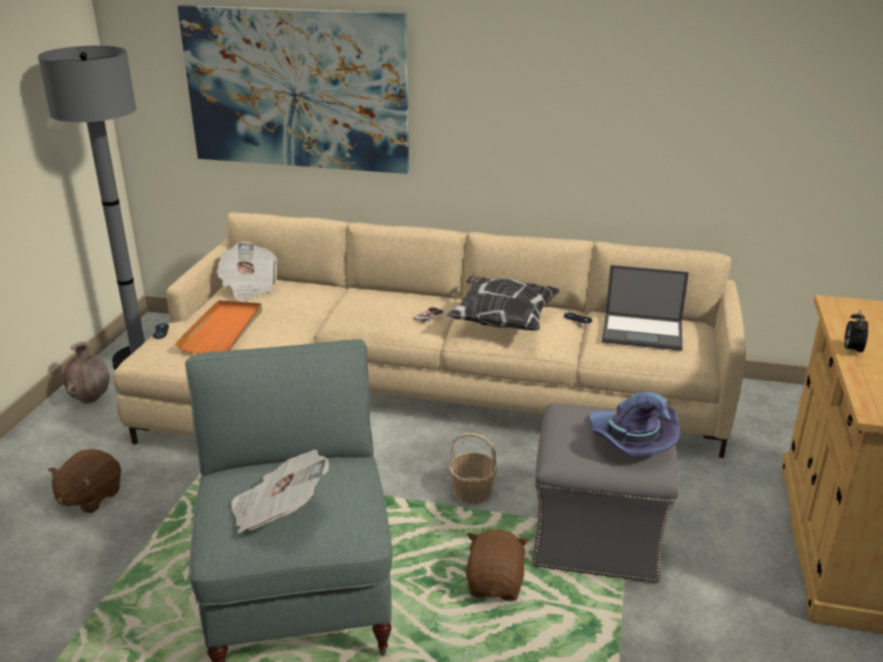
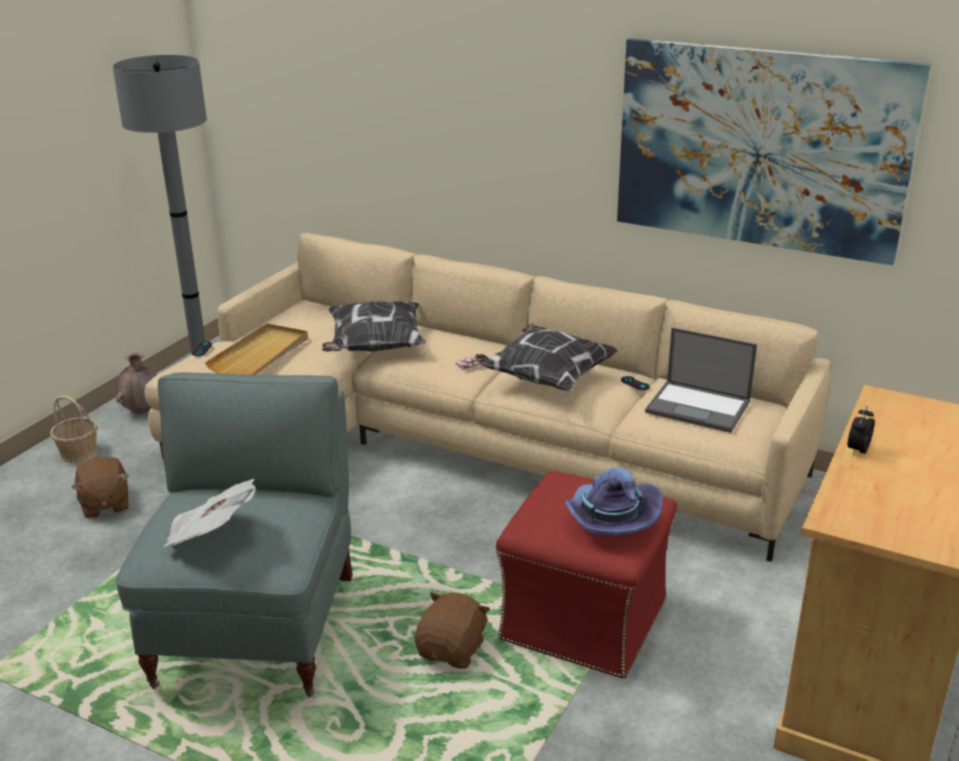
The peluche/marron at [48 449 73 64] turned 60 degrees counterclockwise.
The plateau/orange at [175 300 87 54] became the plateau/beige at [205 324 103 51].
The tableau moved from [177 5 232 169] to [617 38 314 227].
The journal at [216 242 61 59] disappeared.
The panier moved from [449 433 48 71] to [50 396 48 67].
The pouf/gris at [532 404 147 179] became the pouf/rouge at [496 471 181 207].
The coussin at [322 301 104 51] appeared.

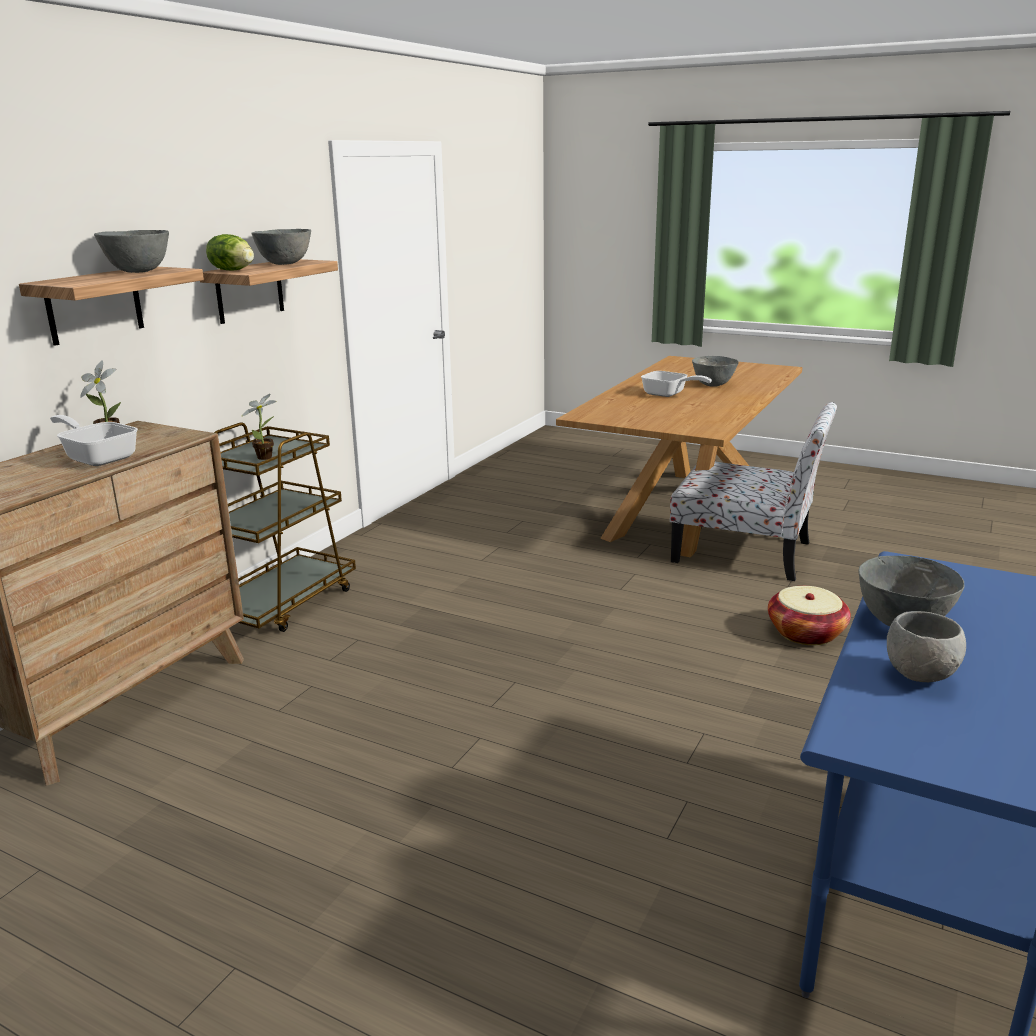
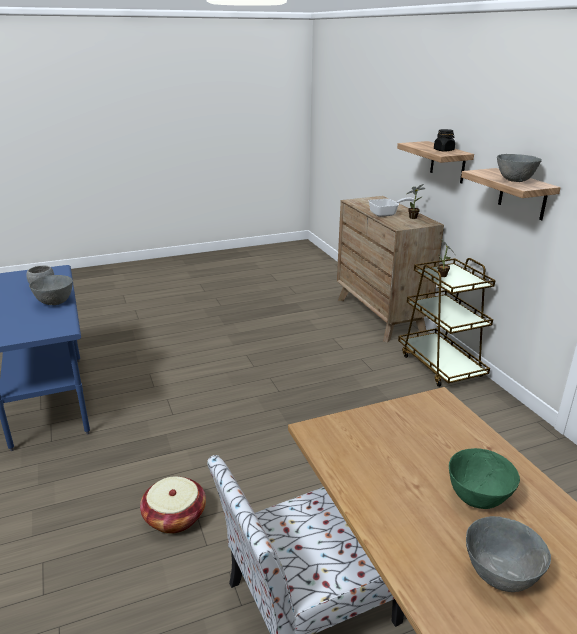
The bol/gris at [94 230 75 43] was replaced by the bocal/noir at [434 129 21 23].
The laitue at [206 234 48 37] disappeared.
The poêle at [641 371 71 26] was replaced by the bol/vert at [449 448 71 61].

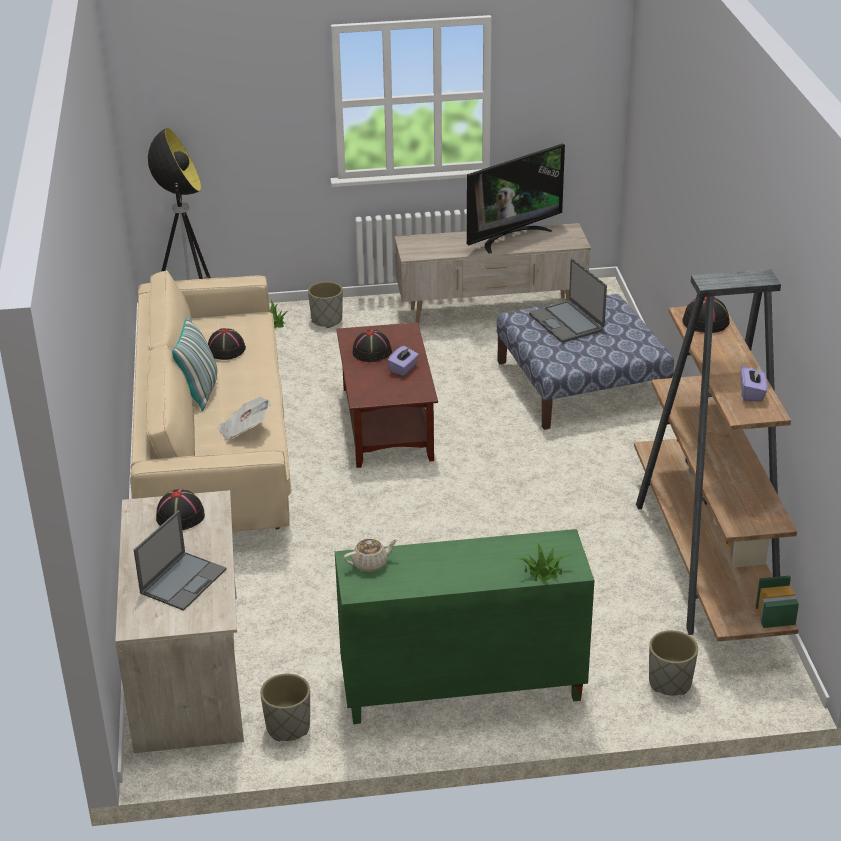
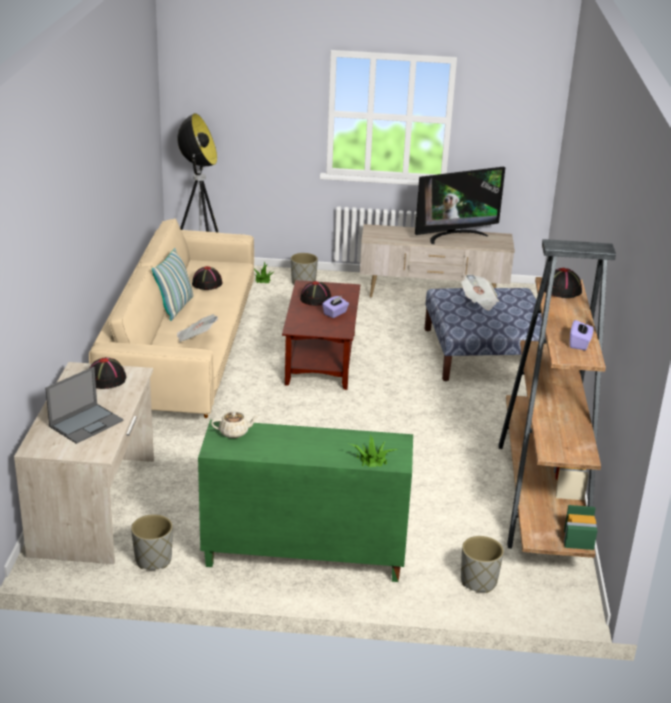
The ordinateur portable at [529 259 78 84] was replaced by the journal at [461 274 38 36].

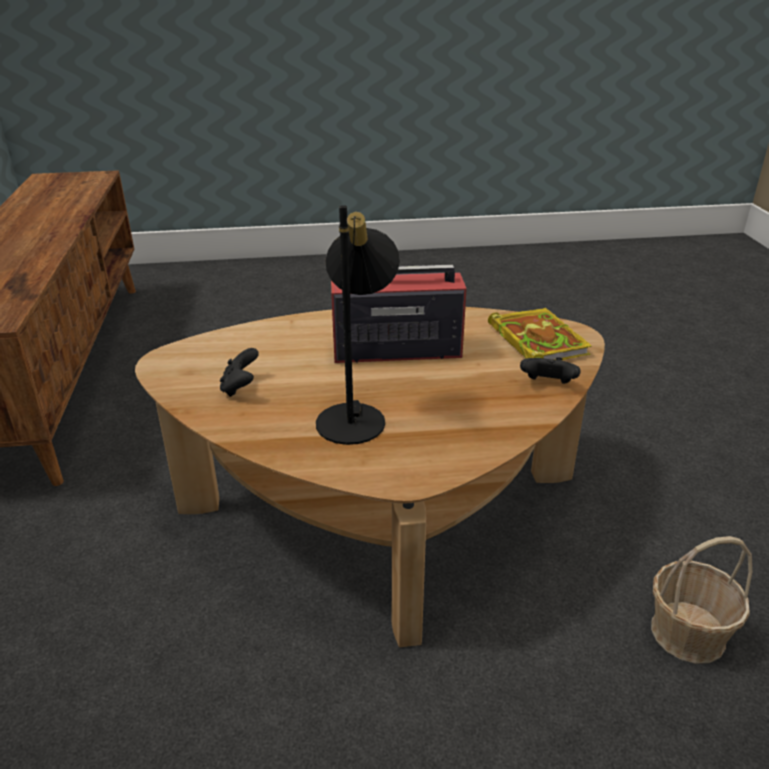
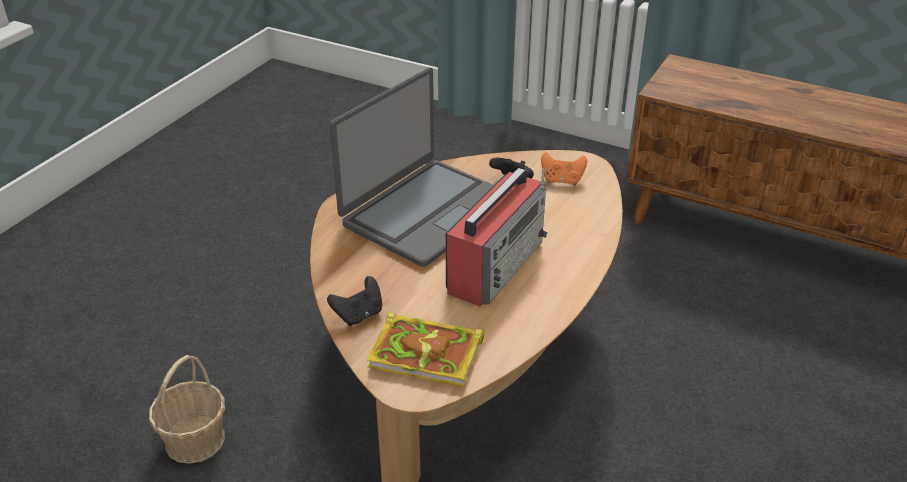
The lampe de table/noir at [316 205 84 240] was replaced by the ordinateur portable at [330 68 164 199].
The manette/orange at [541 152 46 34] appeared.

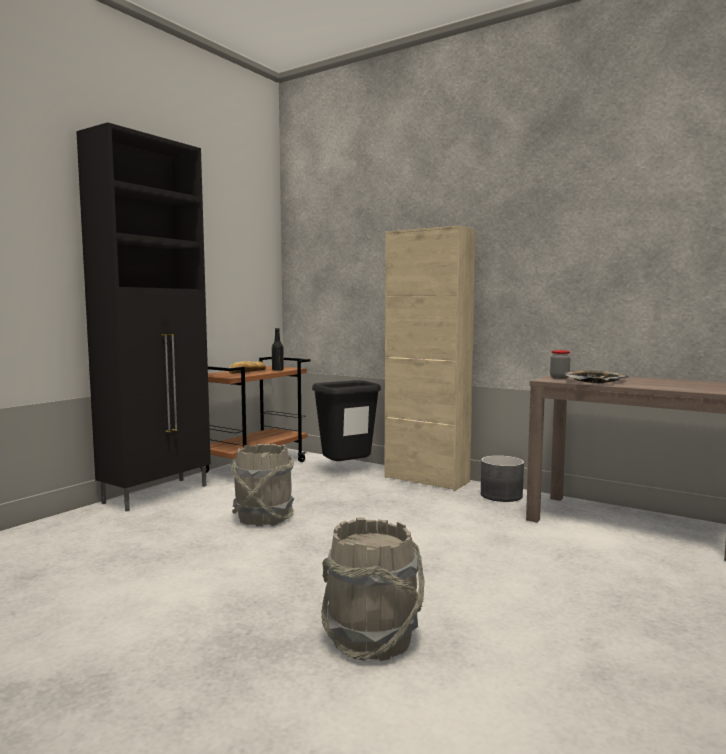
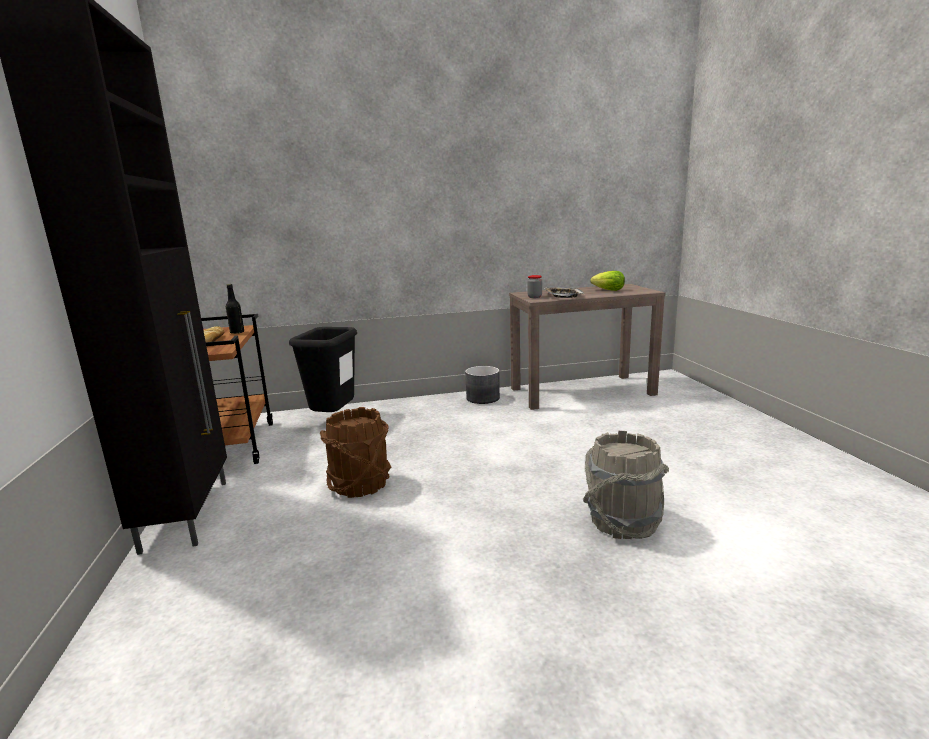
The seau/gris at [231 444 63 82] became the seau/marron at [320 407 71 91].
The meuble de rangement/beige at [384 225 92 266] disappeared.
The laitue at [590 271 35 20] appeared.

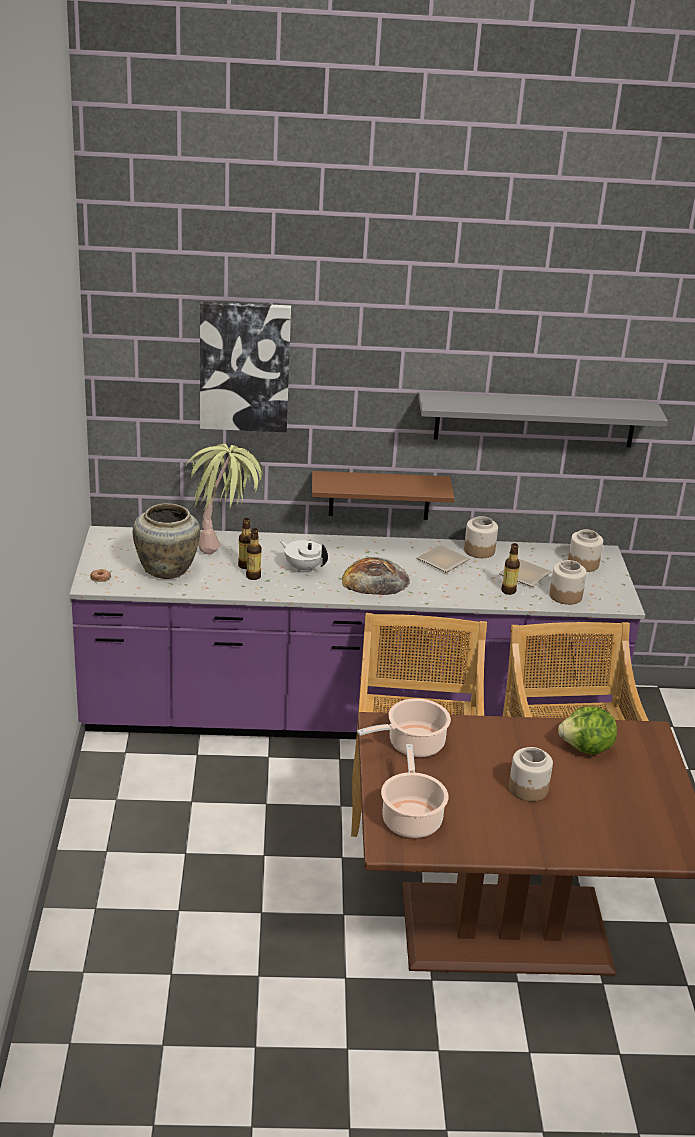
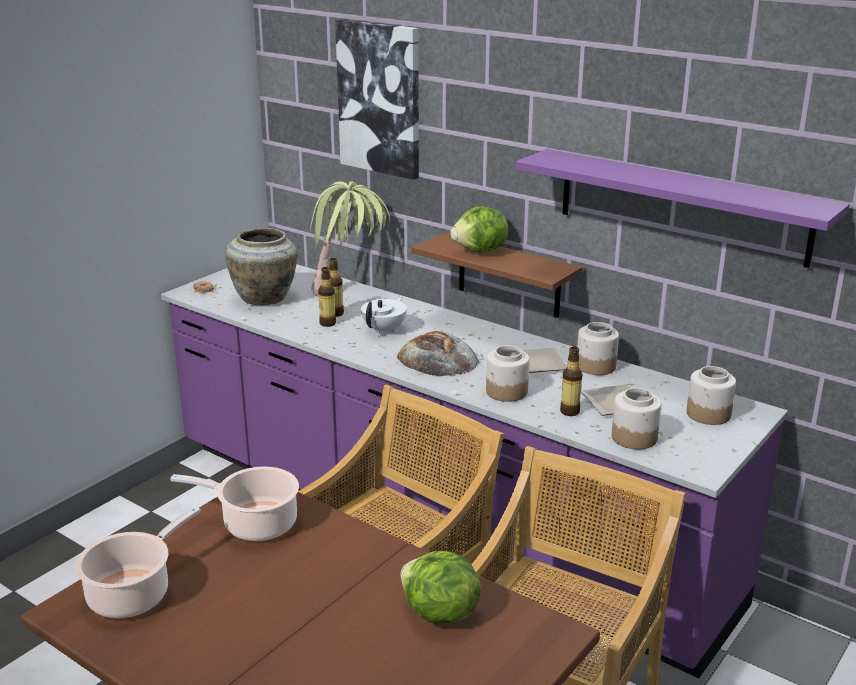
The théière/blanc at [279 540 49 32] turned 45 degrees clockwise.
The étagère/gris at [418 391 250 56] became the étagère/violet at [516 149 334 119].
The bocal moved from [509 747 44 55] to [486 345 43 57].
The laitue at [450 206 58 47] appeared.

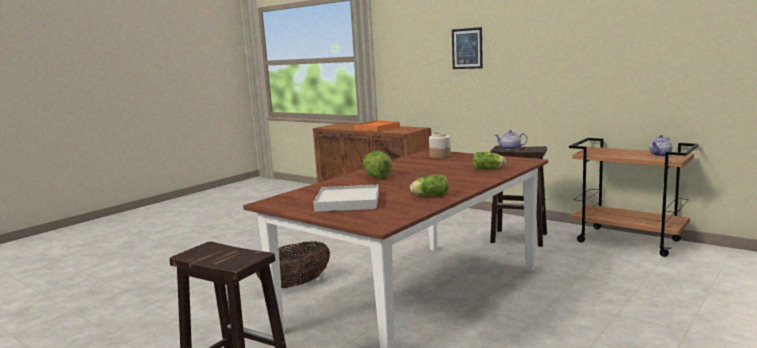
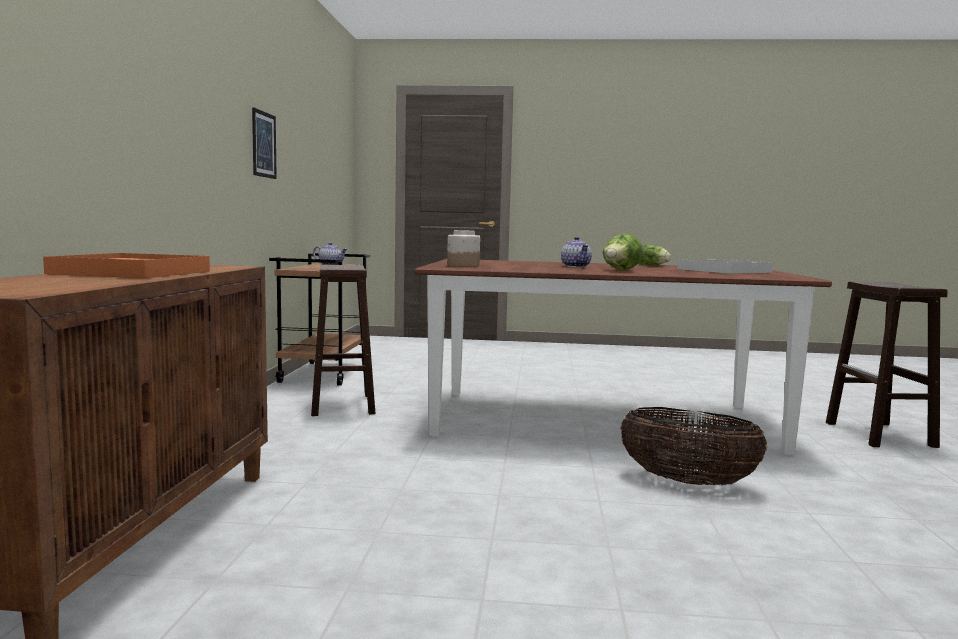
The tableau moved from [452 27 31 42] to [252 107 25 72].
The laitue at [473 152 33 18] disappeared.
The théière moved from [494 130 33 20] to [561 237 31 30].

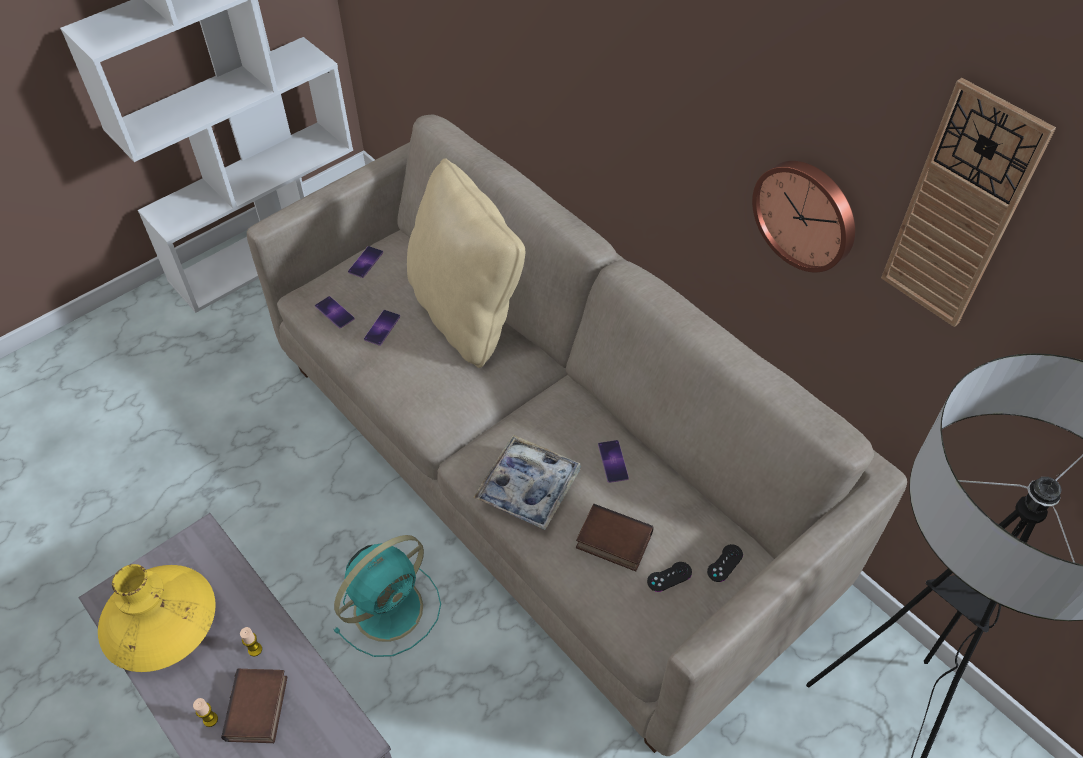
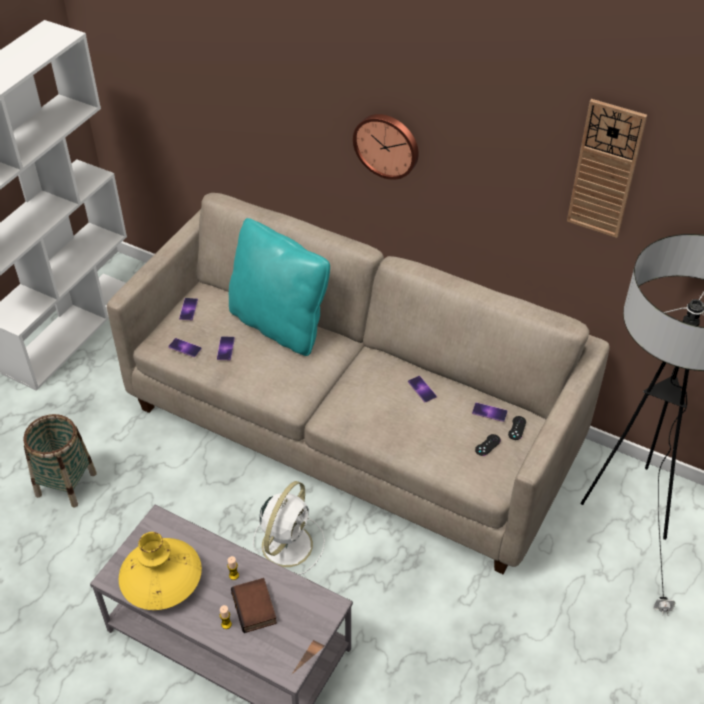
The ventilateur/turquoise at [333 535 108 122] became the ventilateur/blanc at [253 481 72 94].
The coussin/beige at [407 158 118 210] became the coussin/turquoise at [229 218 101 138].
The plateau at [473 435 108 95] disappeared.
The livre at [576 504 78 67] disappeared.
The horloge murale moved from [752 161 103 111] to [353 114 66 66].
The panier at [23 414 74 94] appeared.
The téléphone at [472 403 35 19] appeared.

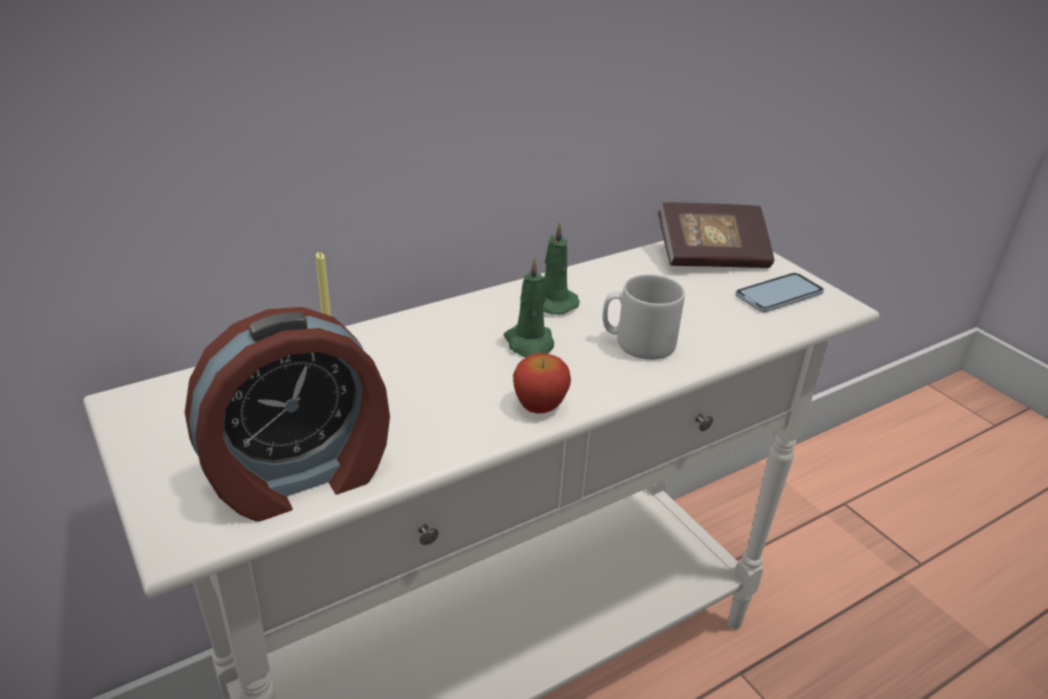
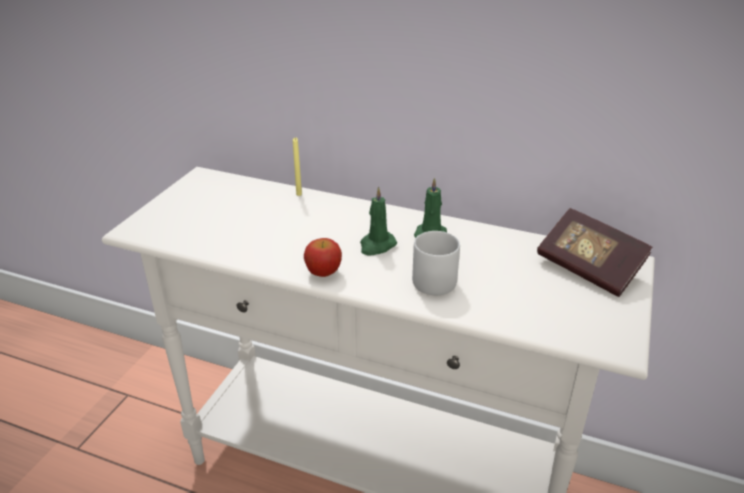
The réveil at [185 307 205 214] disappeared.
The téléphone at [735 273 89 39] disappeared.

